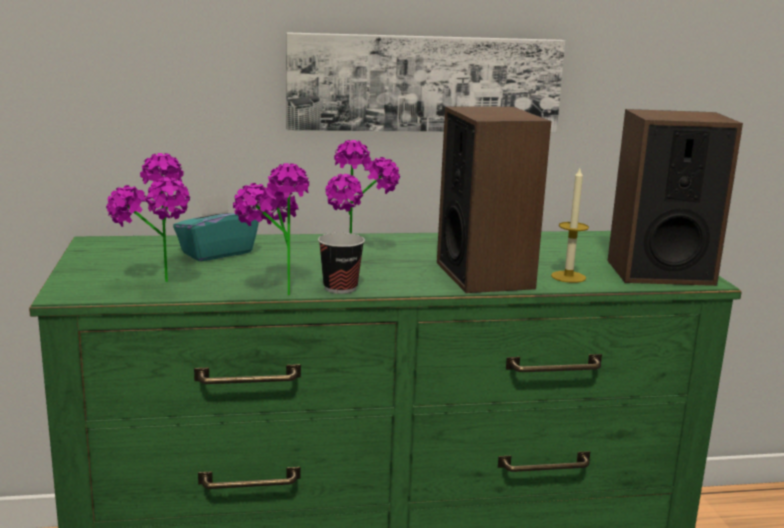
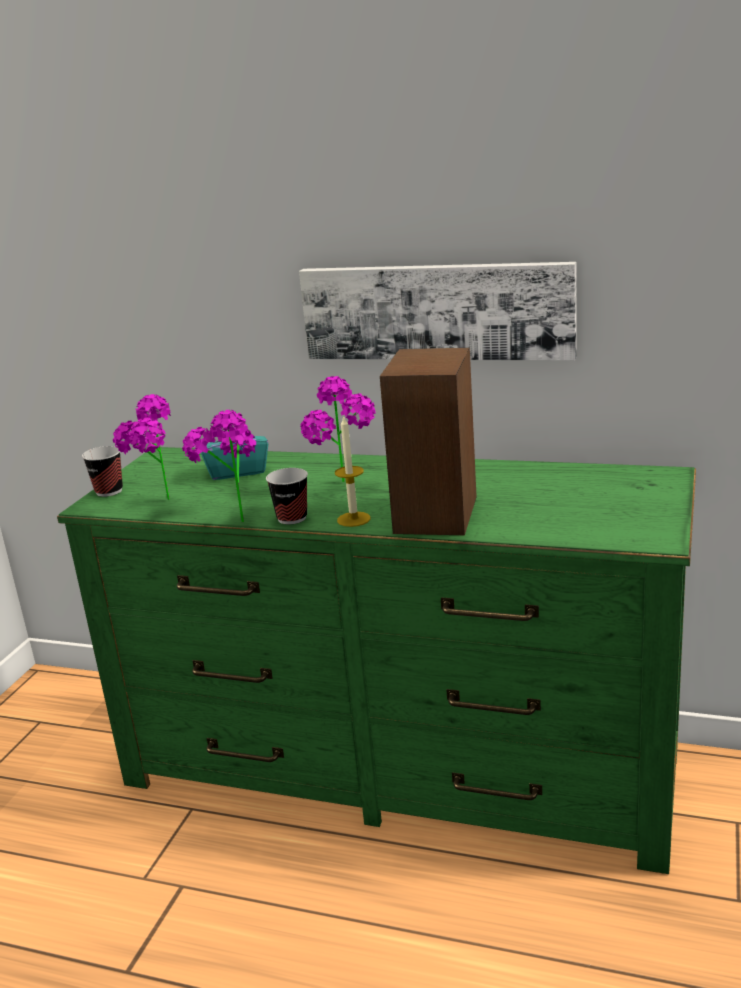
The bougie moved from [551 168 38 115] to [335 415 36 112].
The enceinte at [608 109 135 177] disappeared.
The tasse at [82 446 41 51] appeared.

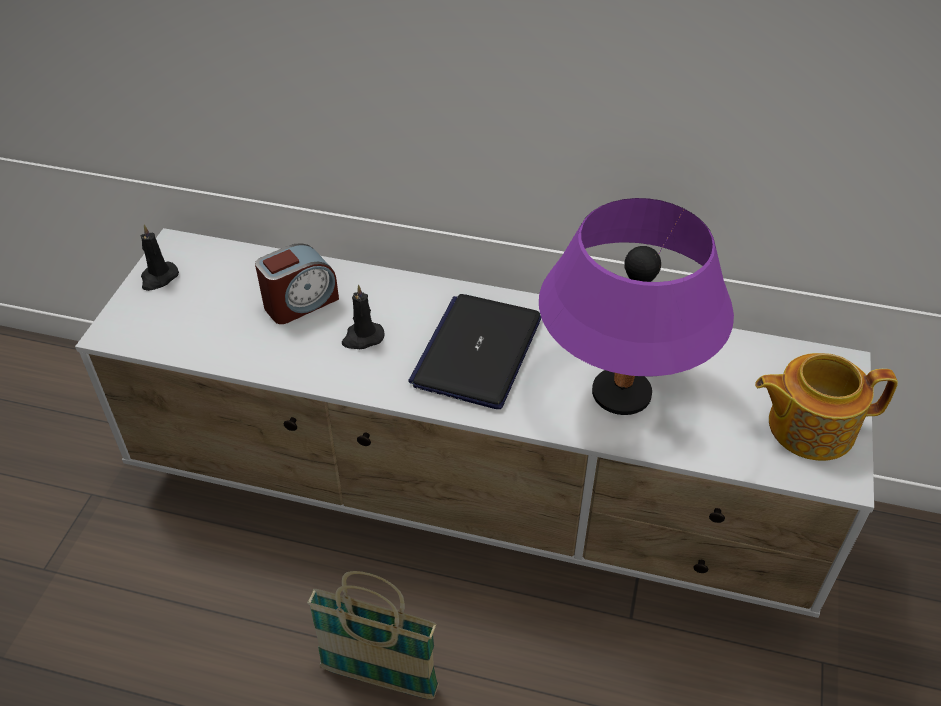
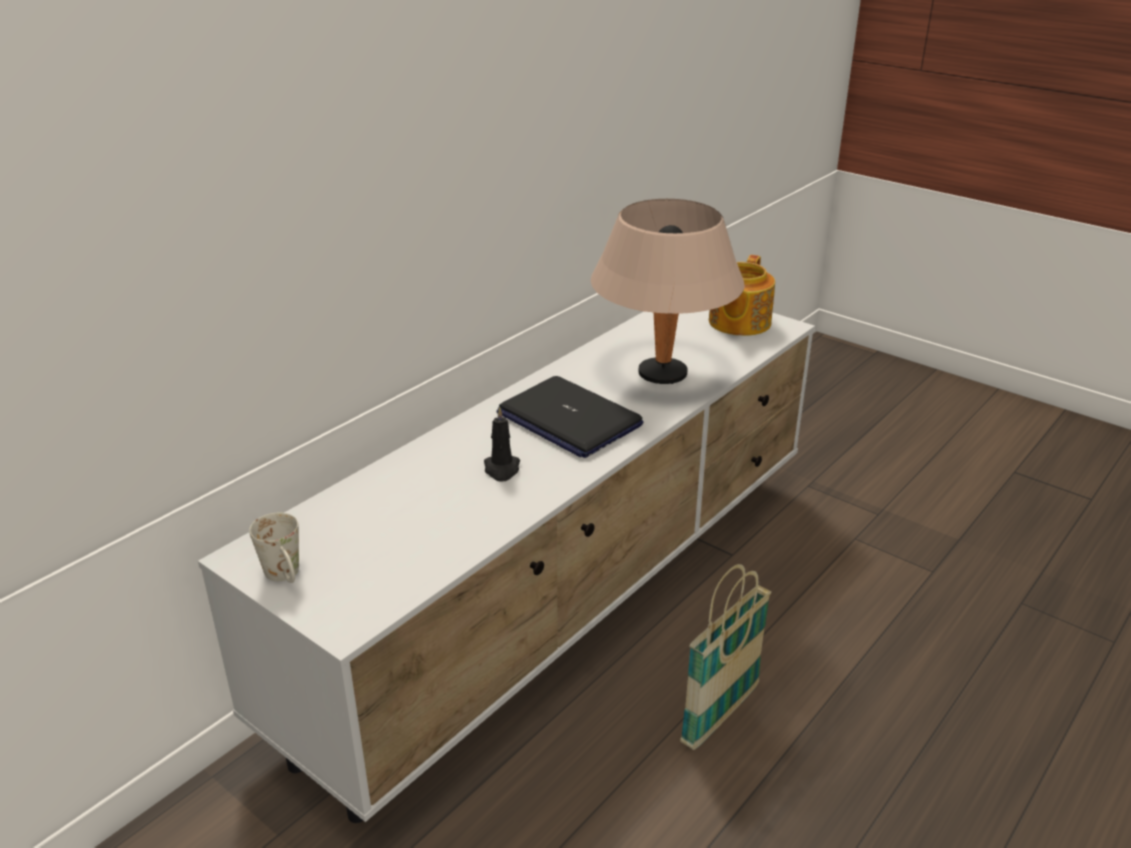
The bougie/noir at [141 225 38 66] was replaced by the mug/blanc at [249 513 50 70].
The réveil at [255 243 84 81] disappeared.
The lampe de table/violet at [539 198 195 217] became the lampe de table/beige at [591 199 154 185].

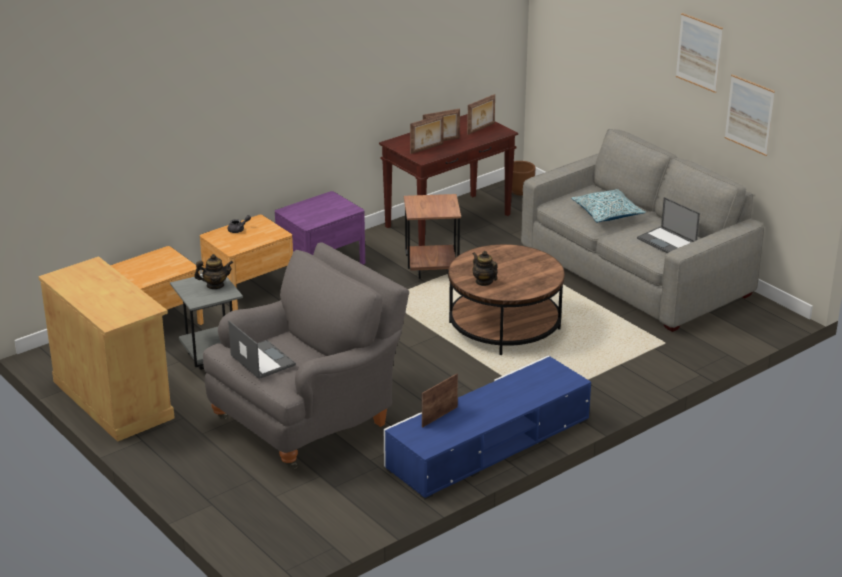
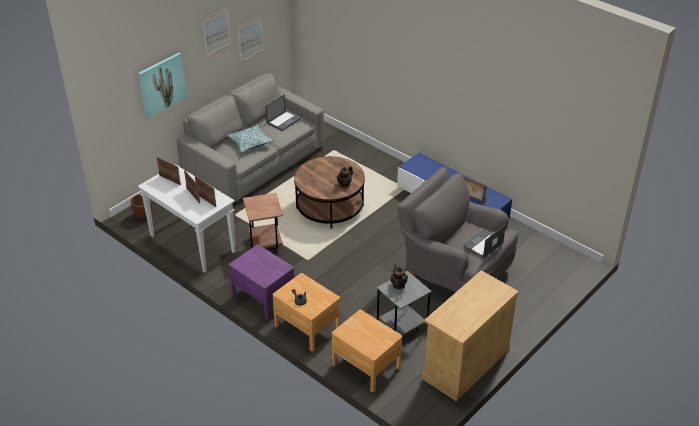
The table console/marron at [379 114 139 132] became the table console/blanc at [138 164 98 109].
The tableau at [138 53 49 65] appeared.

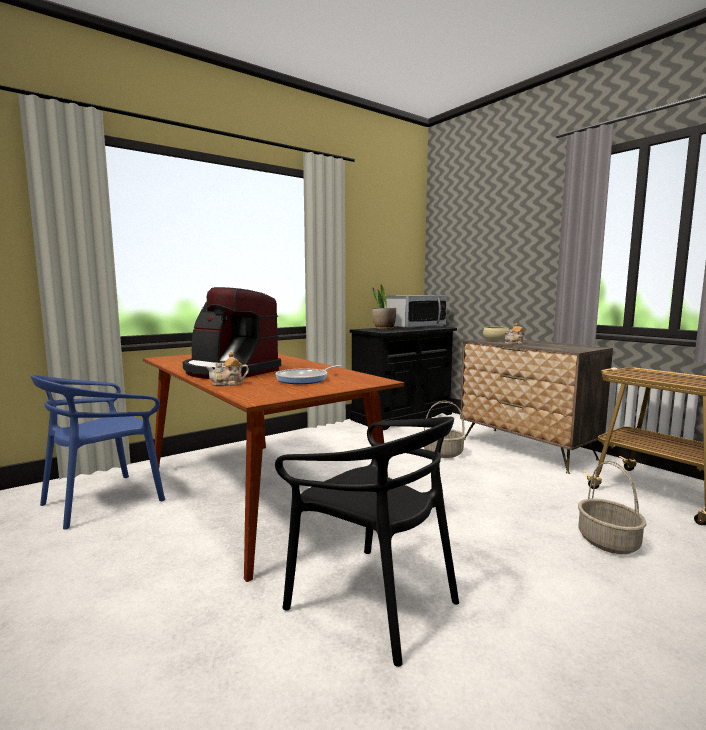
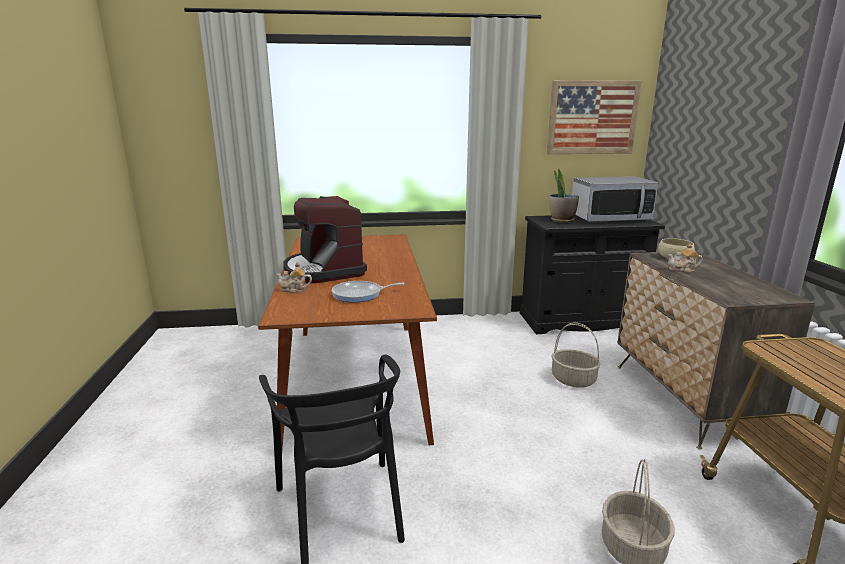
The chaise/bleu at [30 375 135 155] disappeared.
The tableau at [547 80 94 74] appeared.

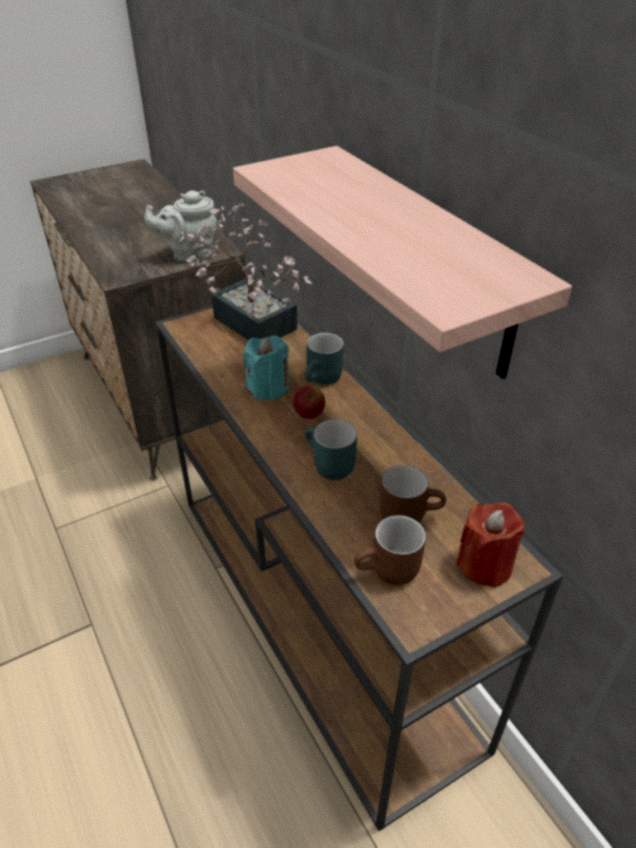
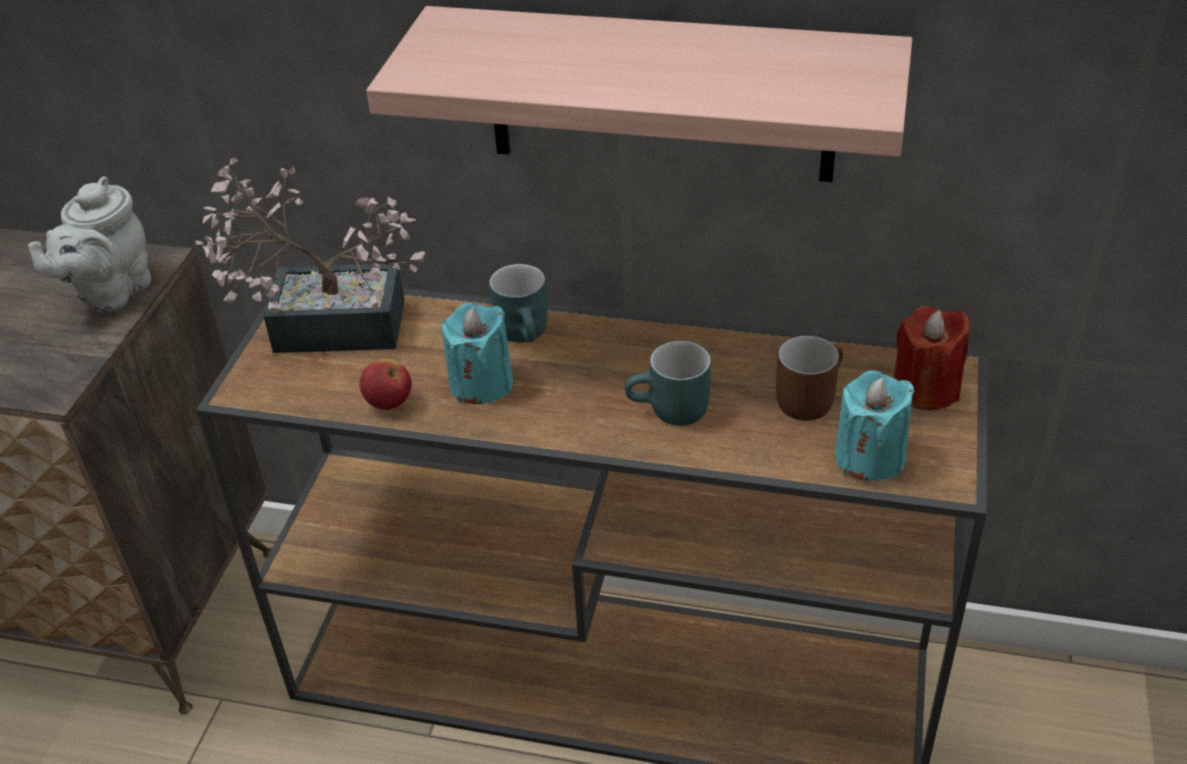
The pomme moved from [293 385 32 34] to [359 359 53 51].
The mug/marron at [354 515 72 70] was replaced by the bougie/turquoise at [835 370 80 111].

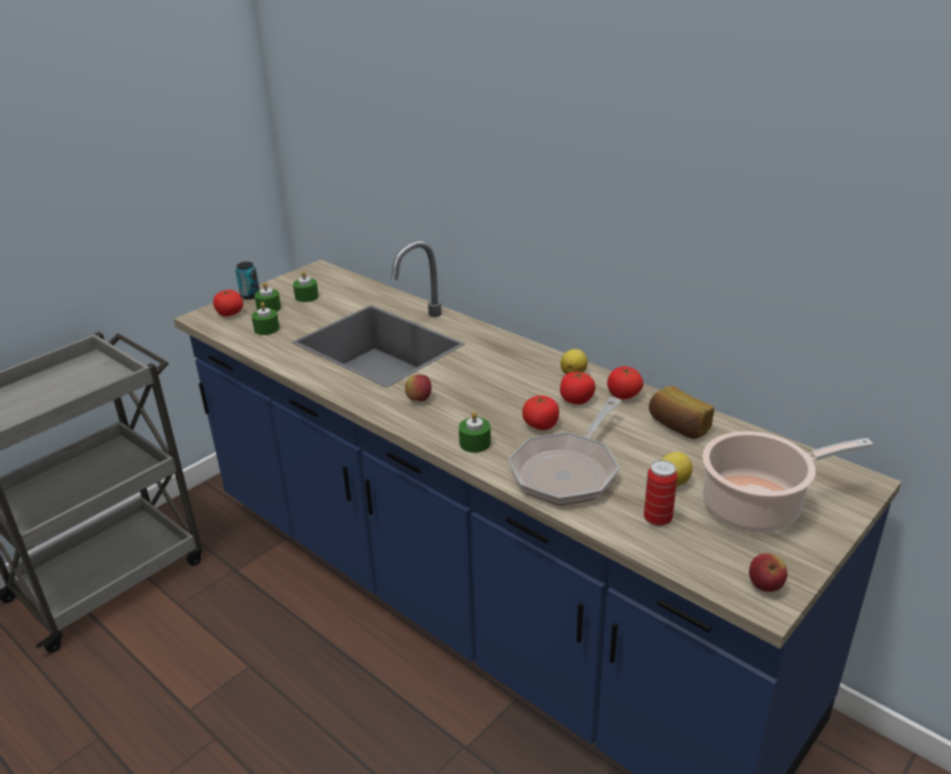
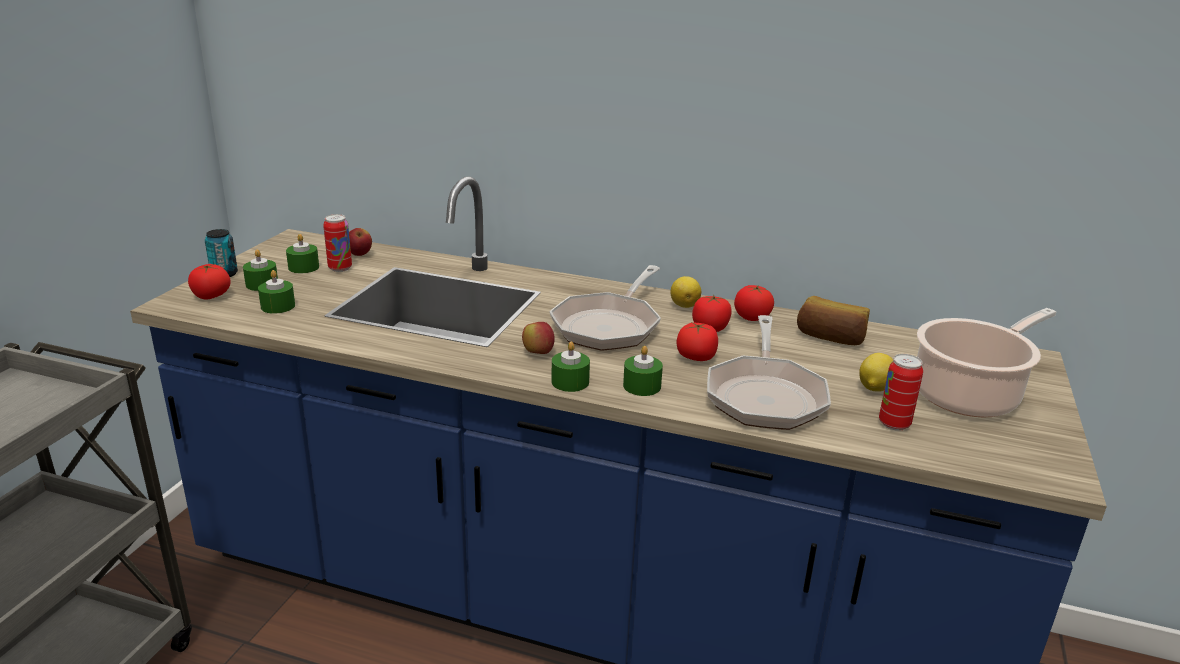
The pomme moved from [749 553 39 39] to [349 228 23 28].
The boîte métallique at [323 214 29 58] appeared.
The poêle at [549 265 112 86] appeared.
The bougie/vert at [551 342 39 50] appeared.

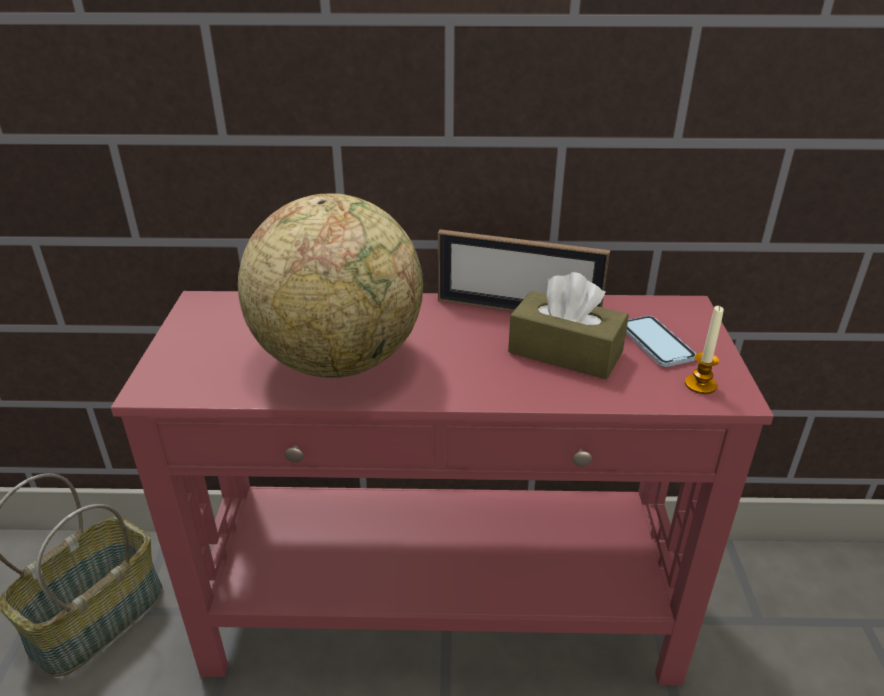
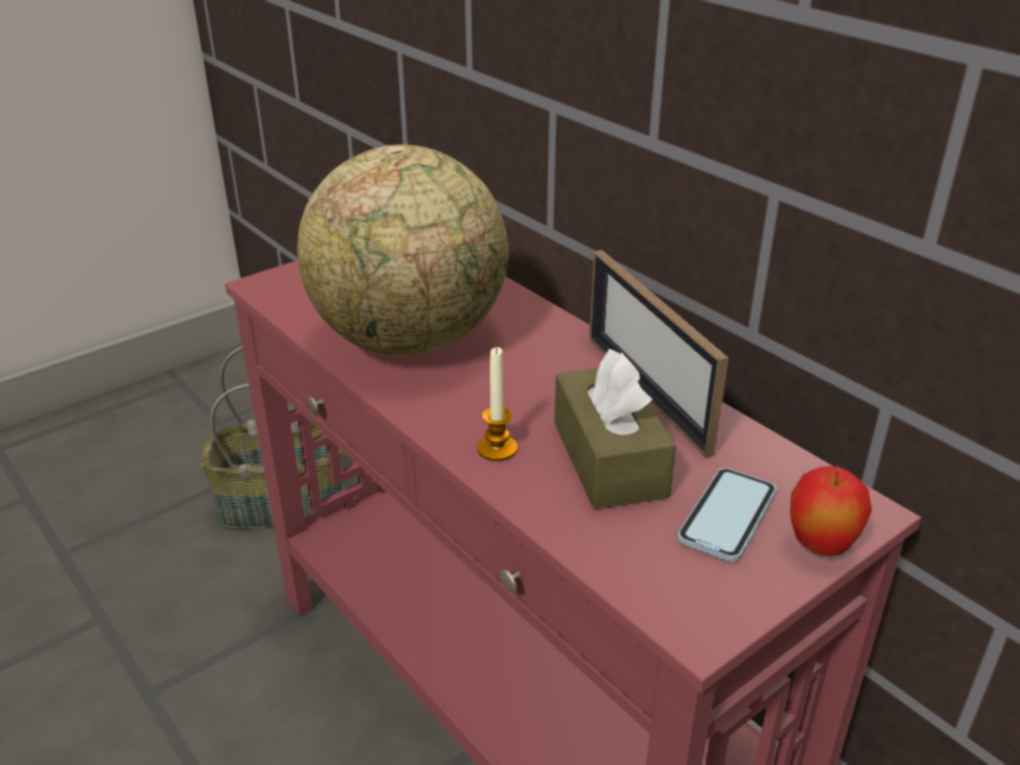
The bougie moved from [685 306 39 88] to [477 347 40 114].
The pomme at [790 466 82 90] appeared.

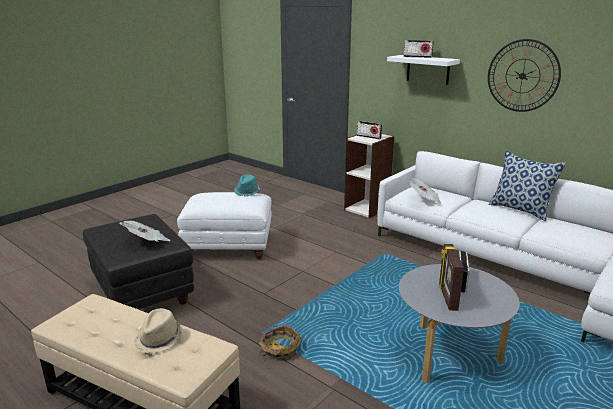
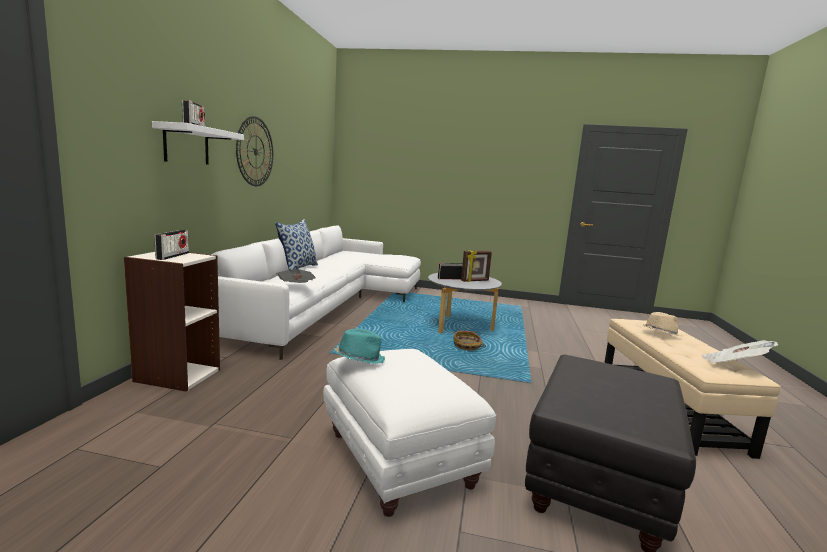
The journal moved from [120 221 51 21] to [702 340 76 23].
The panier moved from [259 325 43 34] to [453 331 33 20].

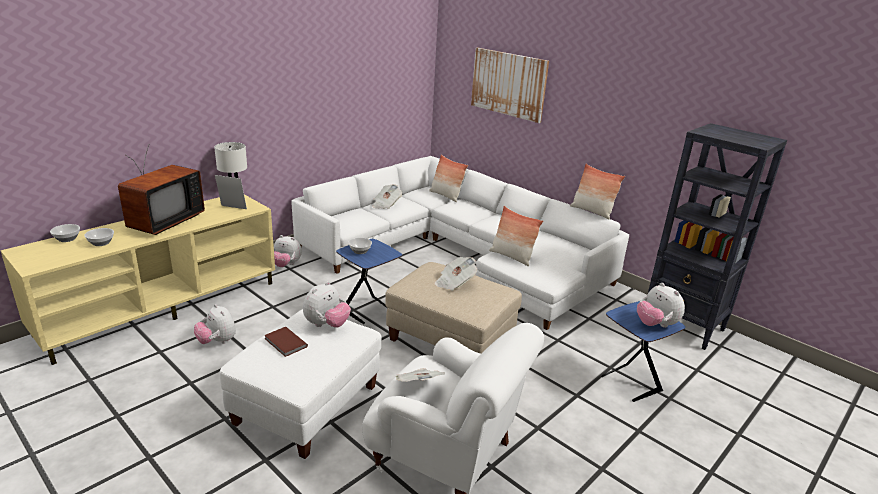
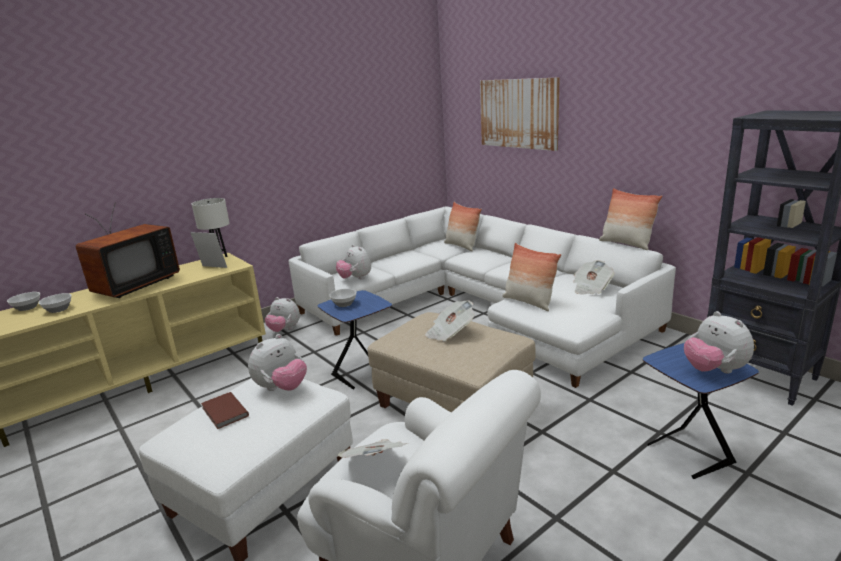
The peluche moved from [194 304 42 40] to [336 244 35 35].
The journal moved from [372 184 30 25] to [573 260 42 34].

